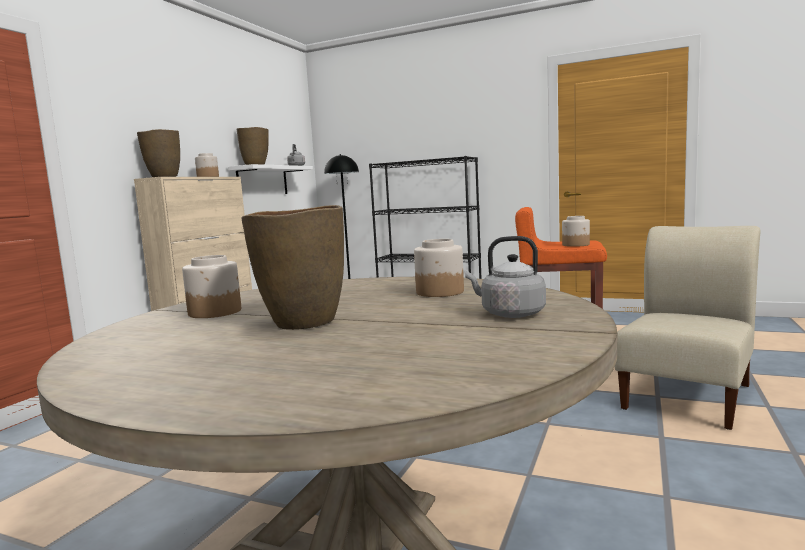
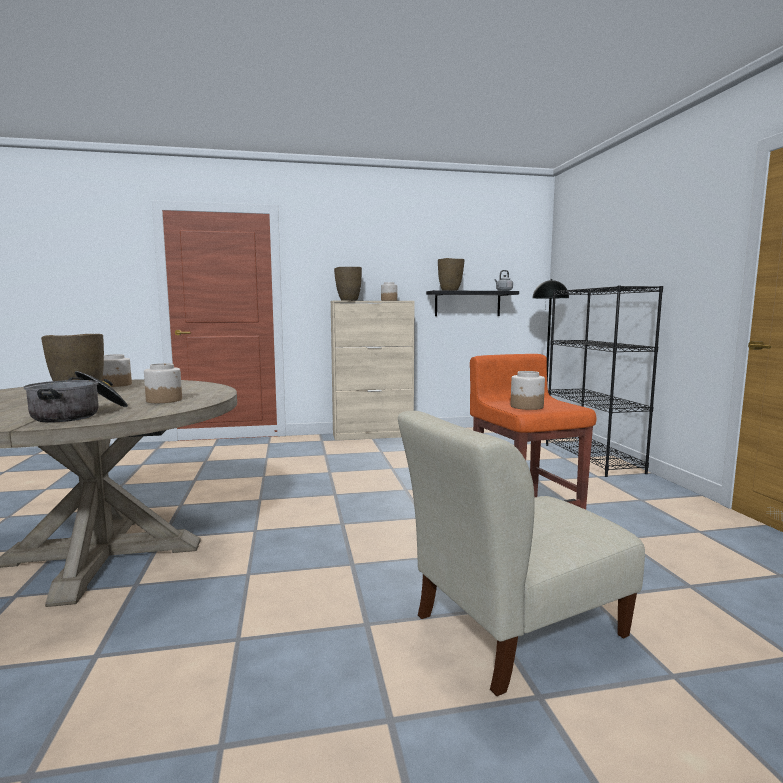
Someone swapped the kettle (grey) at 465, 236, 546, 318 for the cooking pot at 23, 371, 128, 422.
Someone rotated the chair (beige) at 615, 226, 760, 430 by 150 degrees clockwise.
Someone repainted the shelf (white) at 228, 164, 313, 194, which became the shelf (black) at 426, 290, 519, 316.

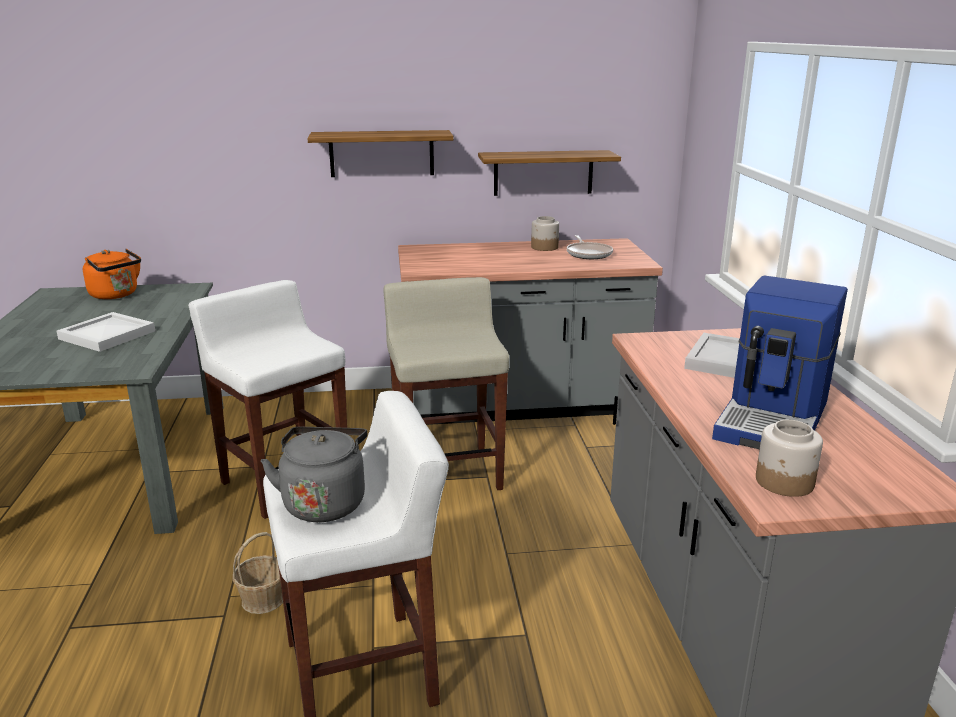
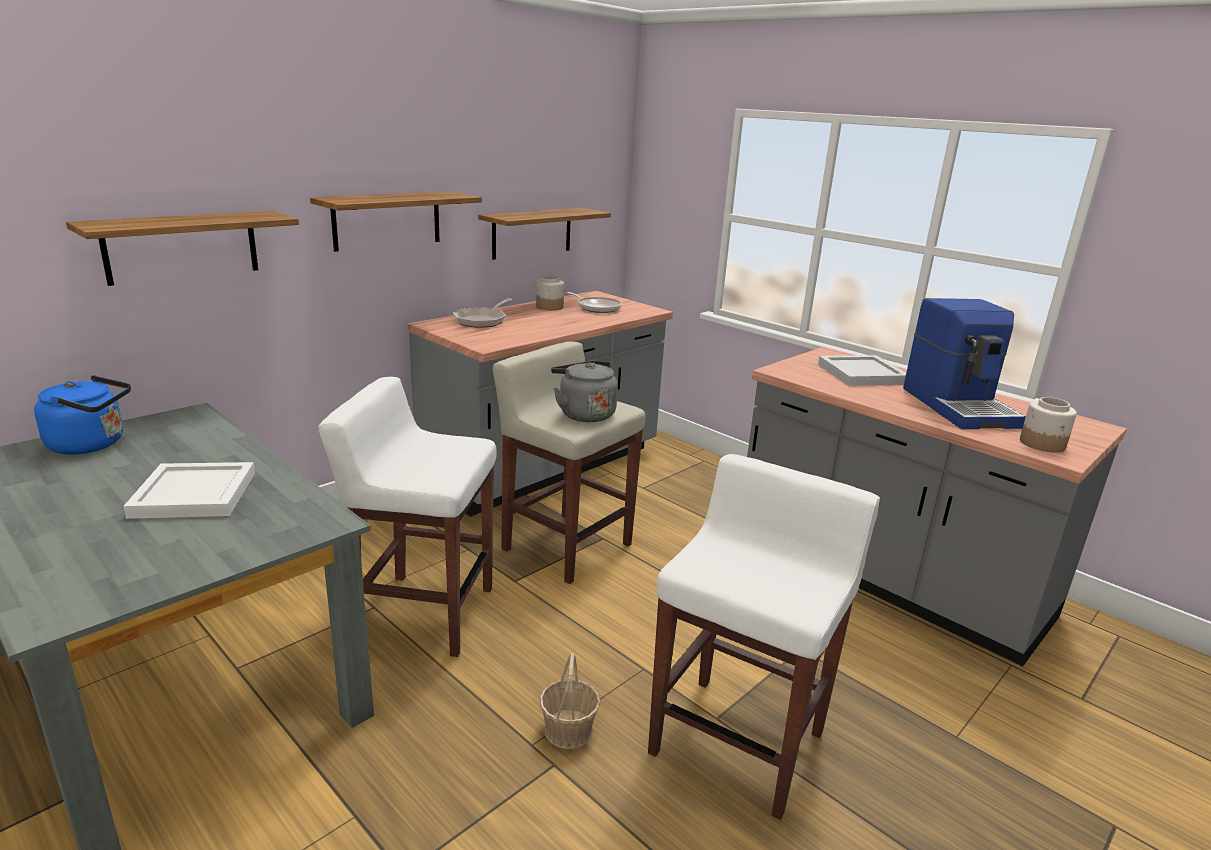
Someone repainted the kettle (orange) at 83, 249, 141, 299, which became the kettle (blue) at 34, 375, 131, 455.
Someone put up the shelf at 66, 211, 299, 286.
Someone put down the frying pan at 453, 298, 513, 328.
Someone carried the kettle (grey) from 261, 427, 367, 522 to 551, 361, 618, 422.

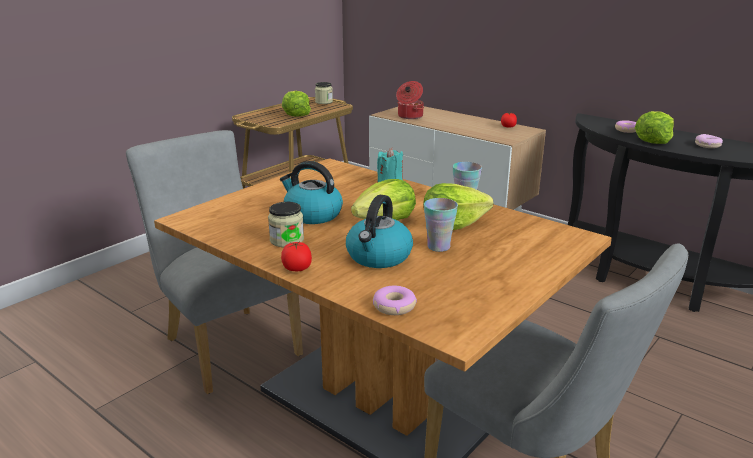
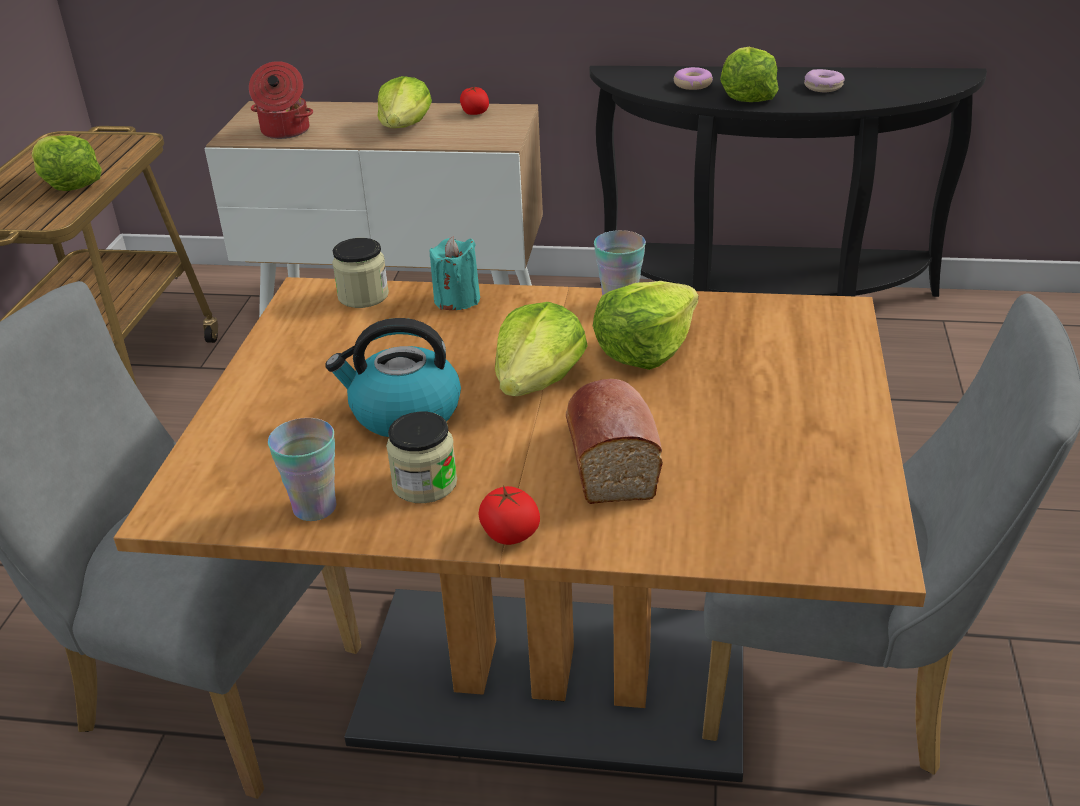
Someone carried the cup from 424, 198, 458, 252 to 268, 418, 337, 521.
Someone carried the jar from 315, 82, 333, 104 to 332, 238, 389, 308.
Someone put down the lettuce at 377, 76, 432, 128.
Someone swapped the kettle at 346, 195, 413, 268 for the bread at 566, 379, 663, 504.
Someone took away the donut at 373, 286, 417, 315.

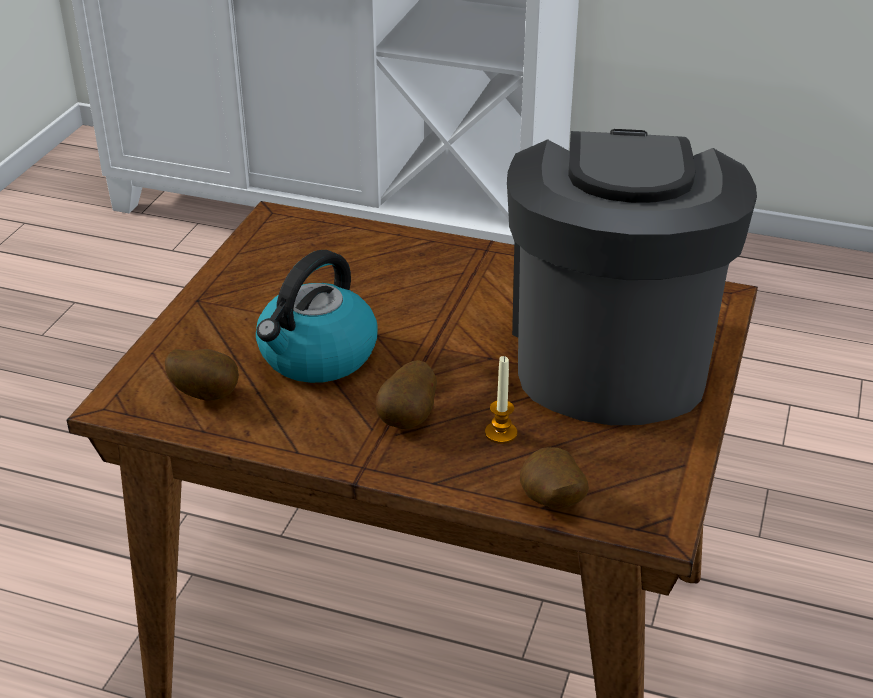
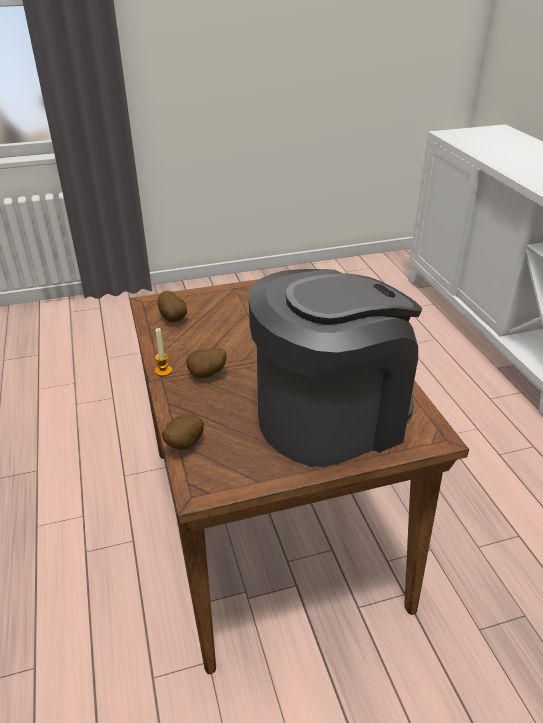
Someone carried the candle from 485, 356, 517, 444 to 155, 328, 172, 376.
Someone took away the kettle at 256, 250, 377, 383.

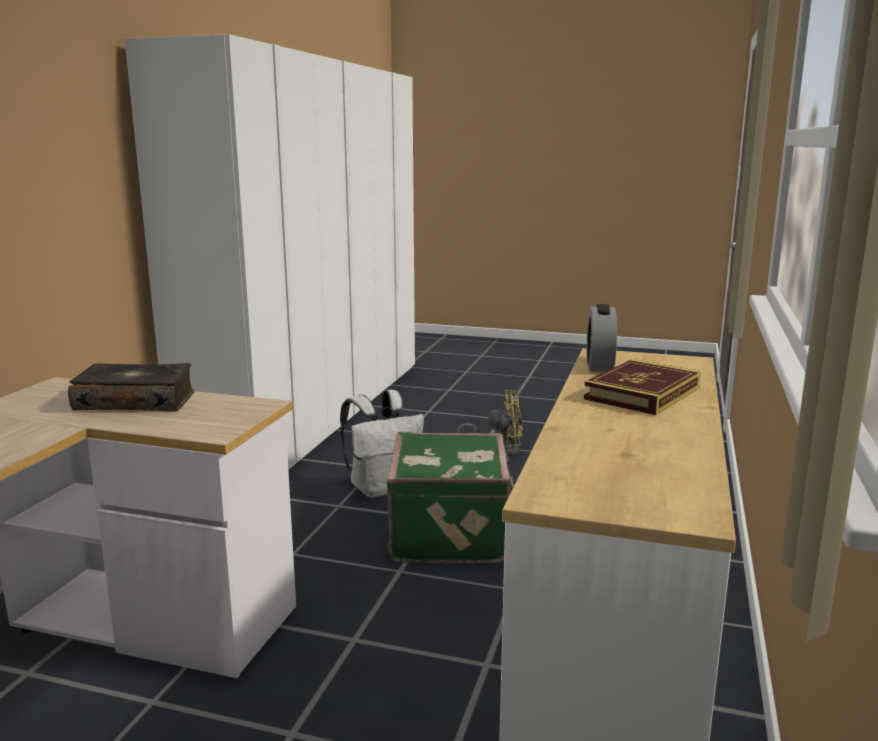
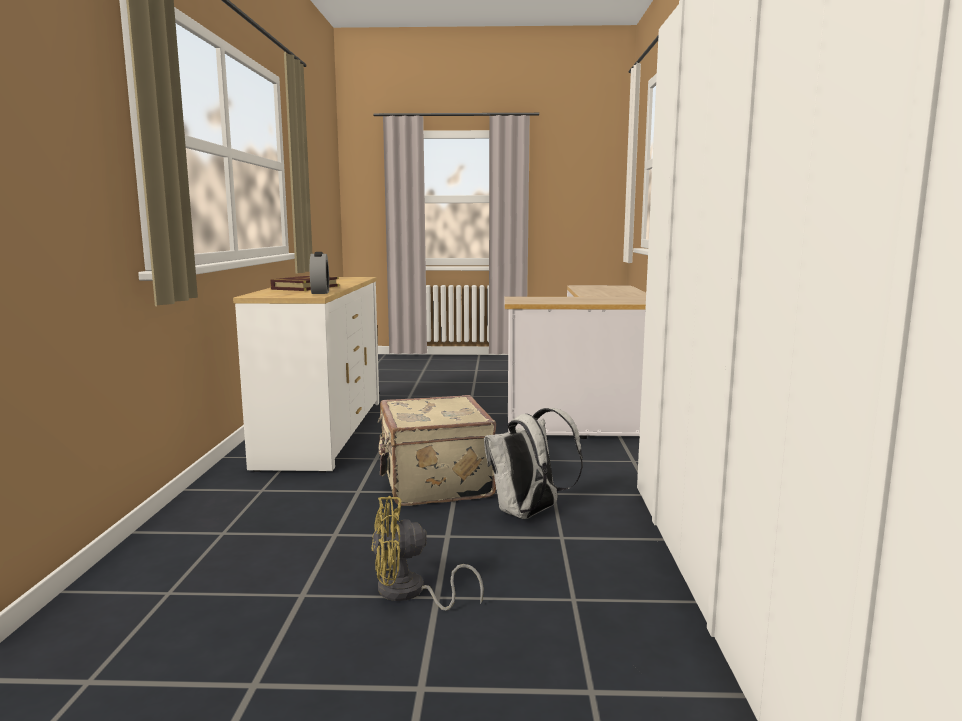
Someone repainted the suitcase (green) at 387, 432, 513, 563, which became the suitcase (beige) at 377, 395, 496, 506.
Someone took away the book at 68, 363, 194, 412.

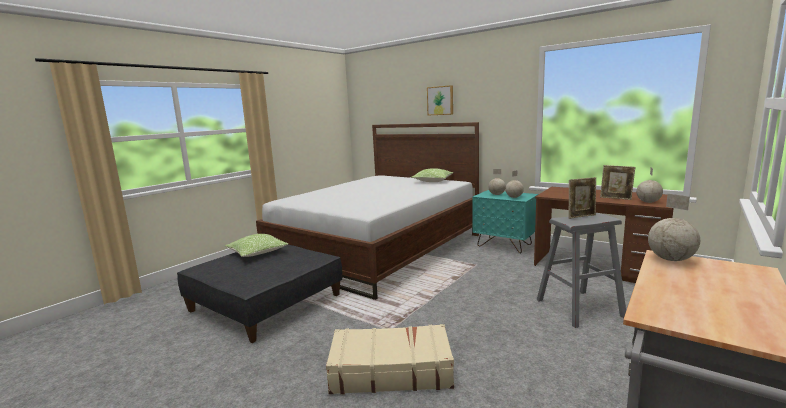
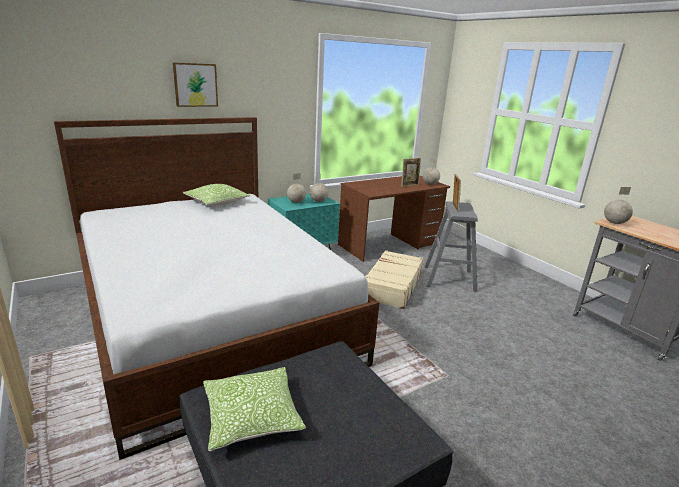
Someone carried the suitcase (beige) from 326, 324, 454, 395 to 365, 250, 423, 309.

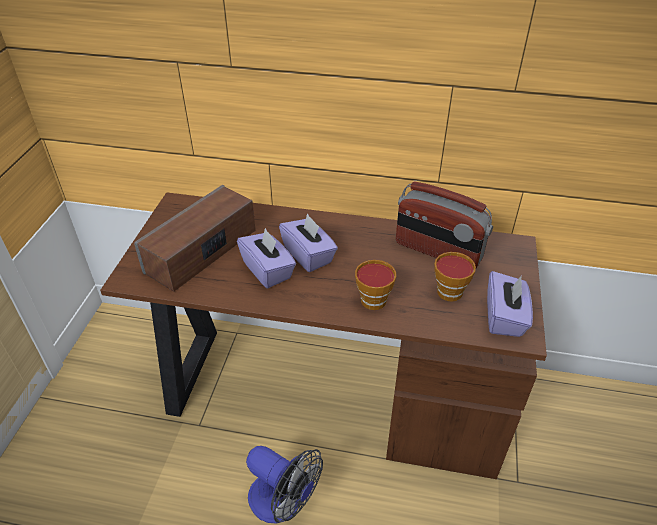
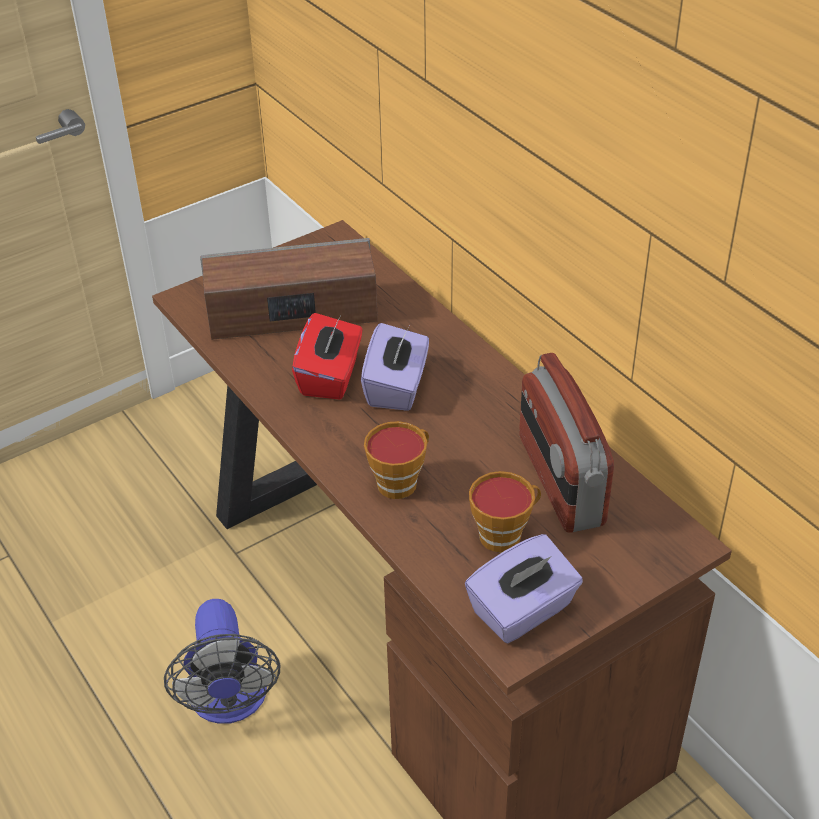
Someone repainted the tissue box (purple) at 237, 228, 296, 288, which became the tissue box (red) at 292, 313, 363, 399.

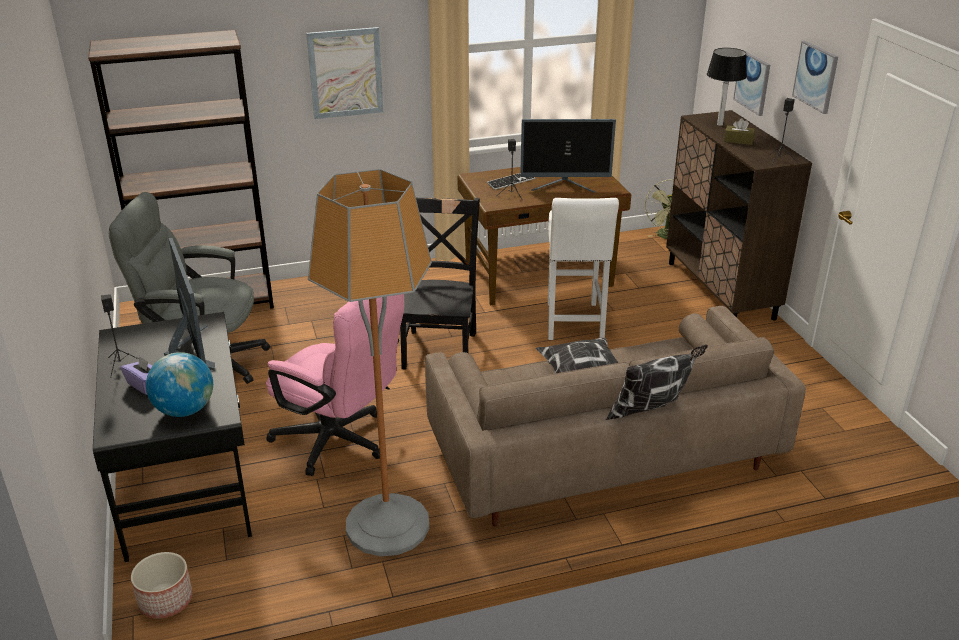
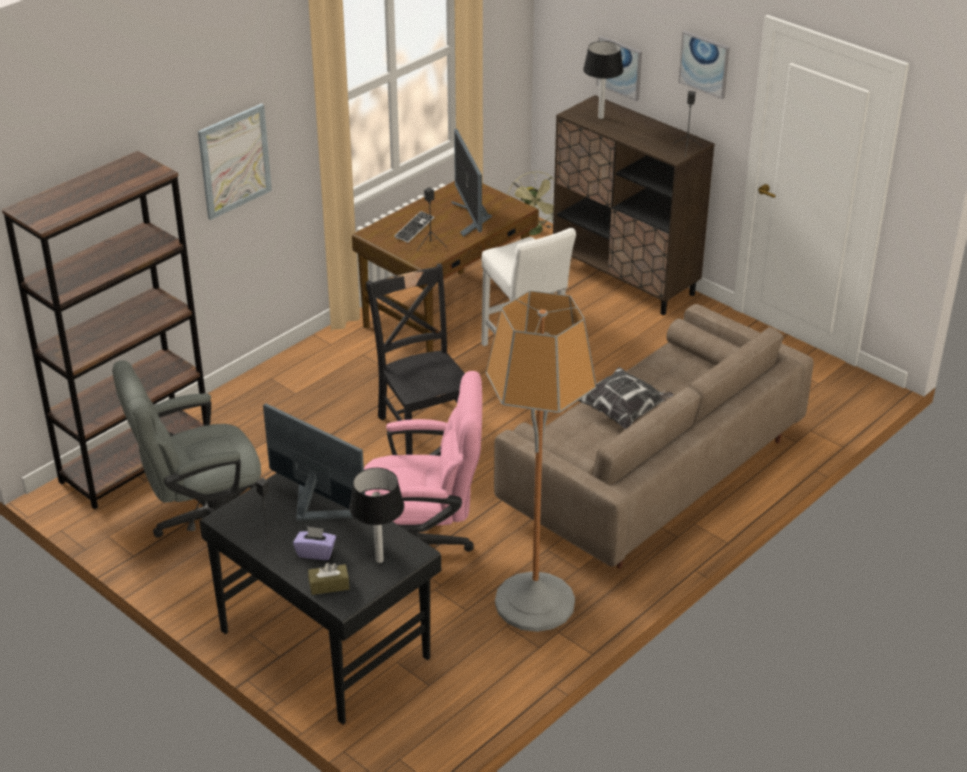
Someone carried the tissue box (brown) from 724, 118, 755, 145 to 308, 562, 349, 595.
Someone swapped the globe at 146, 352, 213, 417 for the table lamp at 349, 468, 404, 563.
Someone rotated the monitor at 520, 119, 616, 193 by 105 degrees clockwise.
Someone took away the planter at 131, 552, 193, 619.
Someone took away the pillow at 606, 345, 708, 420.

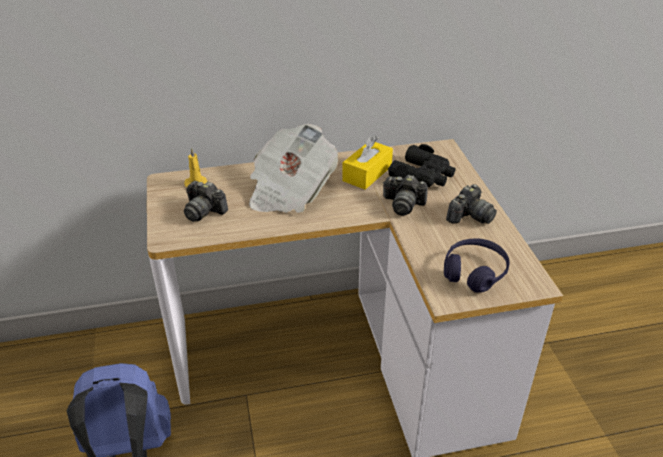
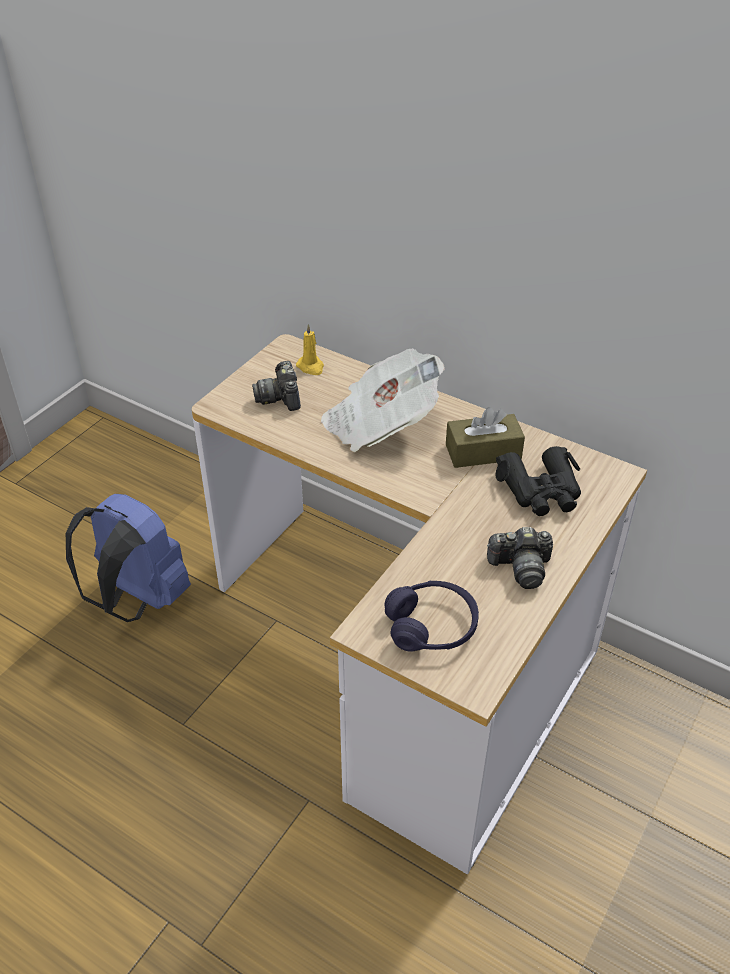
Someone repainted the tissue box (yellow) at 342, 135, 393, 190, which became the tissue box (brown) at 446, 407, 525, 468.
Someone took away the photo camera at 383, 175, 428, 216.

